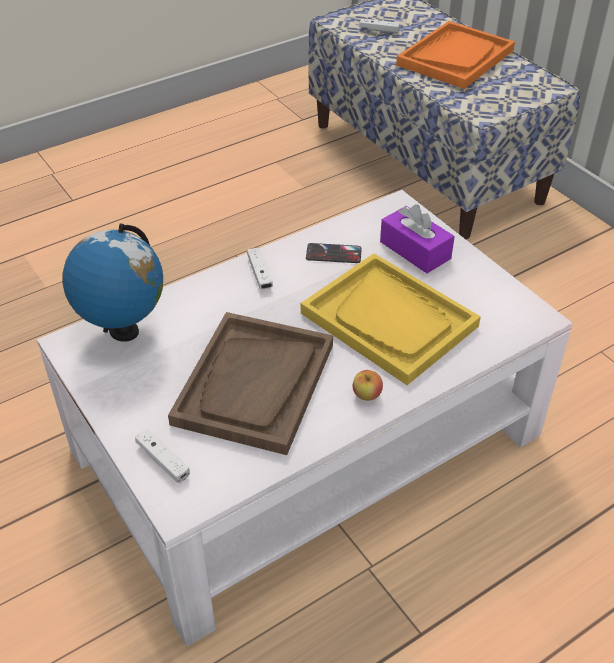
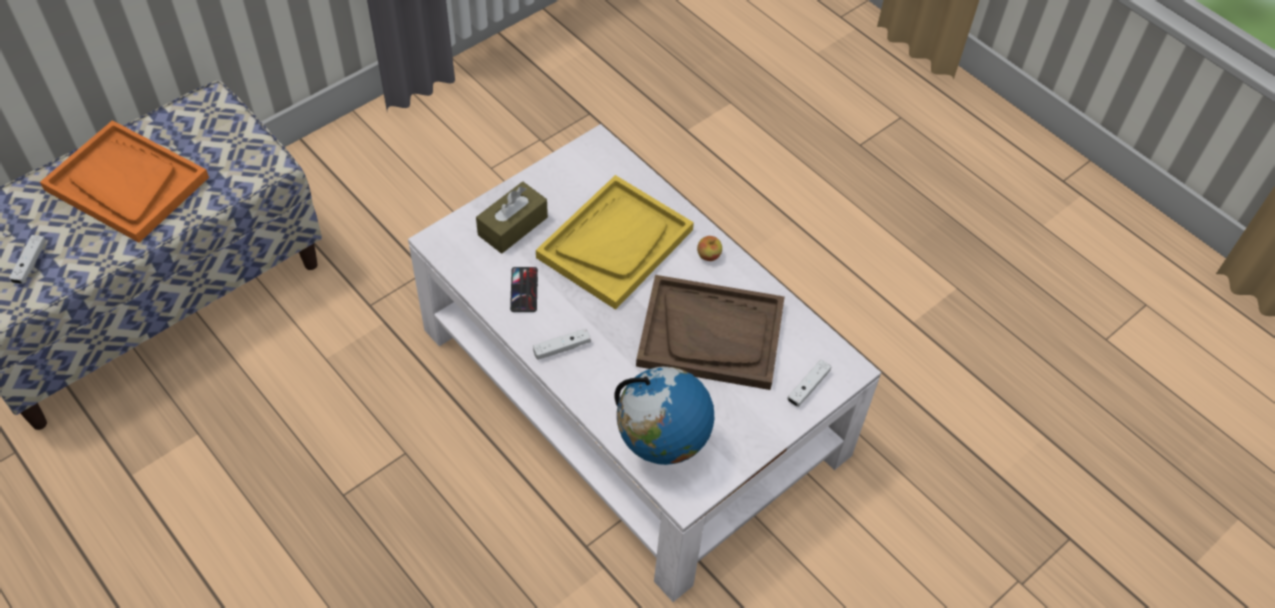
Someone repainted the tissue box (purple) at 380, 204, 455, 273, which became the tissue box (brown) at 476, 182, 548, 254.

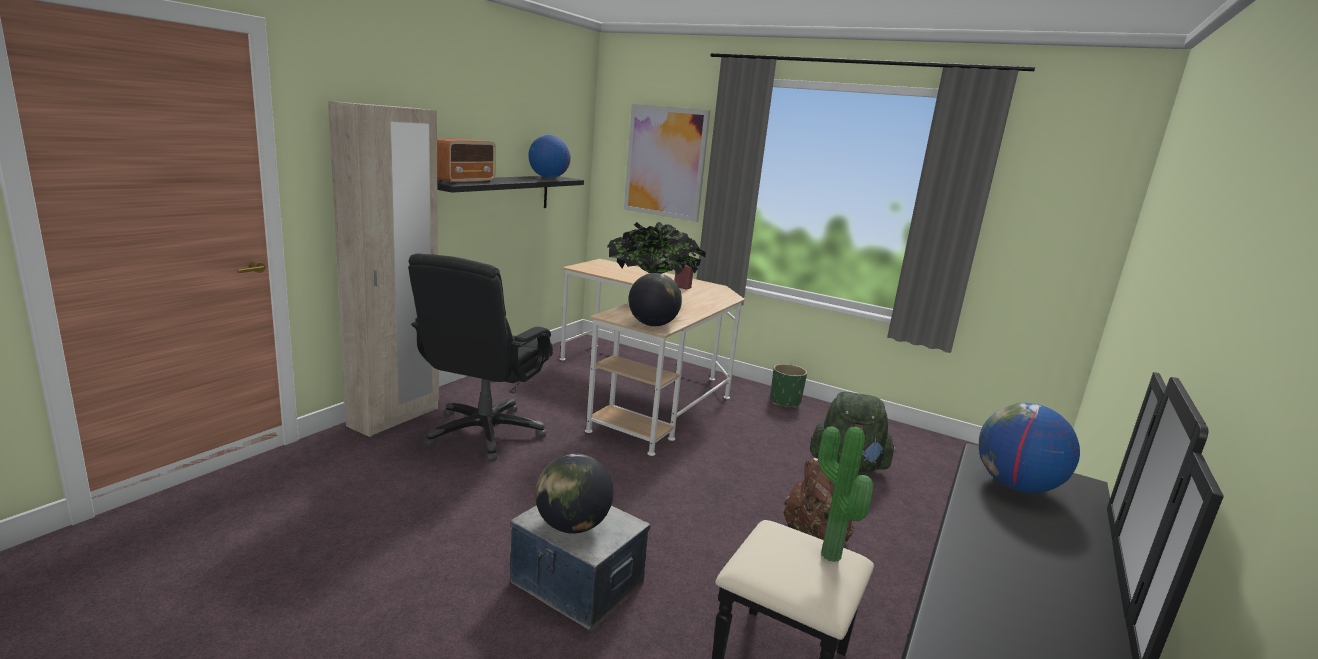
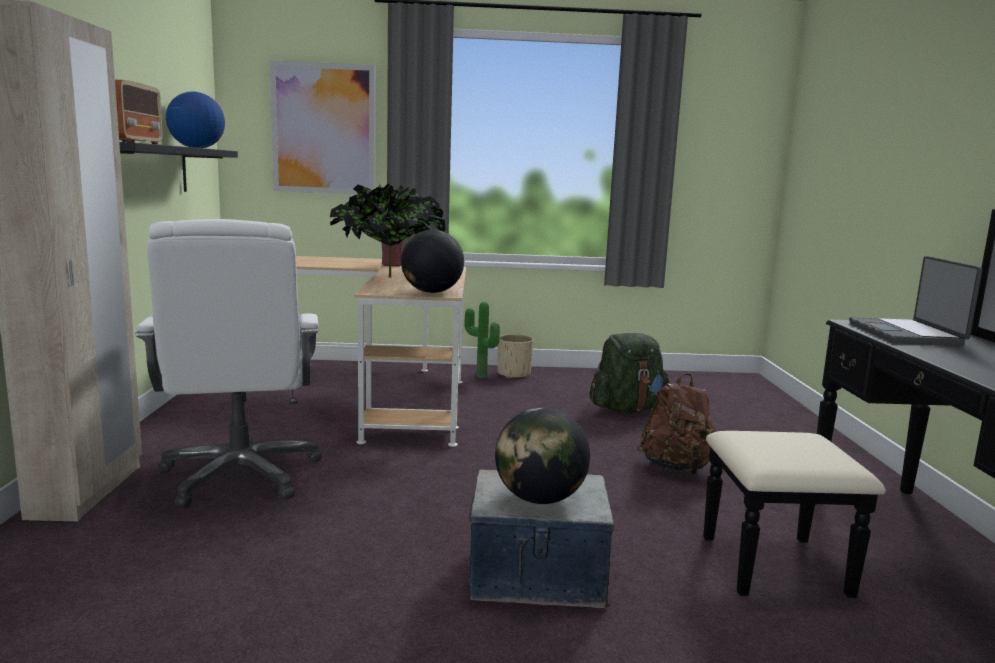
Someone repainted the office chair (black) at 408, 254, 553, 461, which became the office chair (white) at 135, 219, 322, 508.
Someone carried the potted plant from 818, 427, 874, 562 to 464, 302, 500, 378.
Someone repainted the planter (green) at 770, 364, 807, 408, which became the planter (beige) at 497, 334, 534, 378.
Someone swapped the globe at 979, 403, 1080, 493 for the laptop at 849, 256, 983, 346.

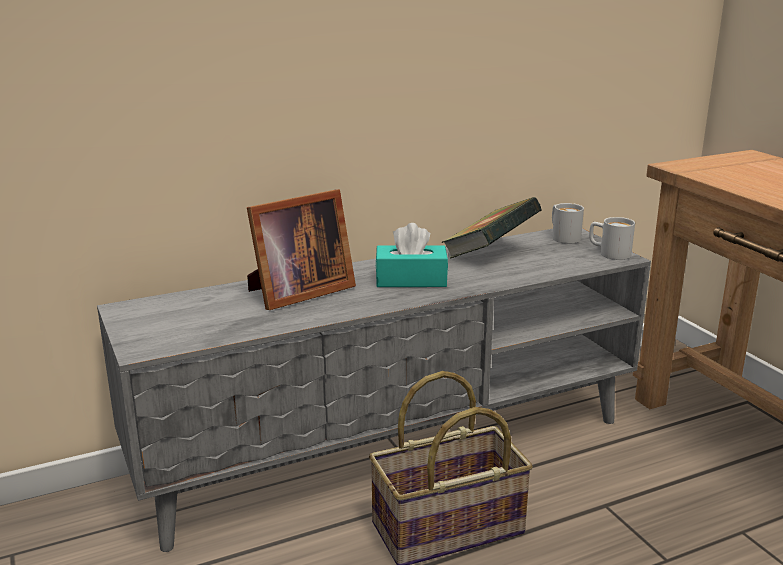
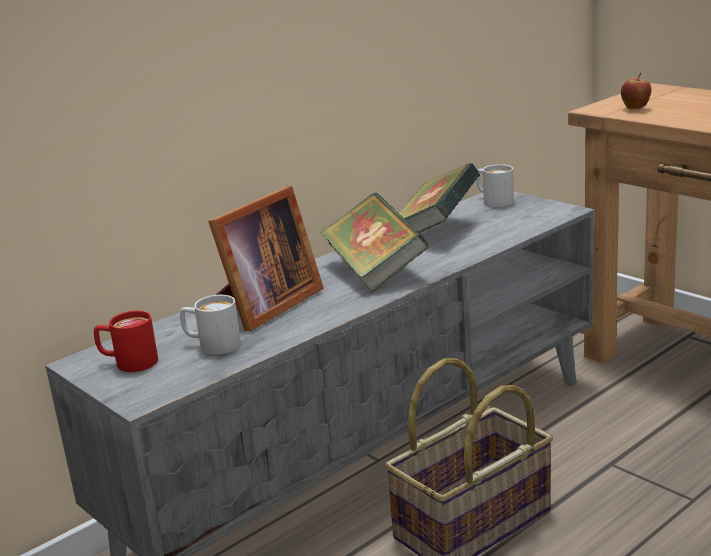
Someone put down the mug (red) at 94, 311, 158, 372.
Someone carried the mug (white) from 589, 217, 635, 260 to 180, 295, 241, 355.
Someone swapped the tissue box (turquoise) at 375, 223, 448, 287 for the book at 321, 193, 429, 292.
Someone put down the apple at 621, 73, 651, 110.

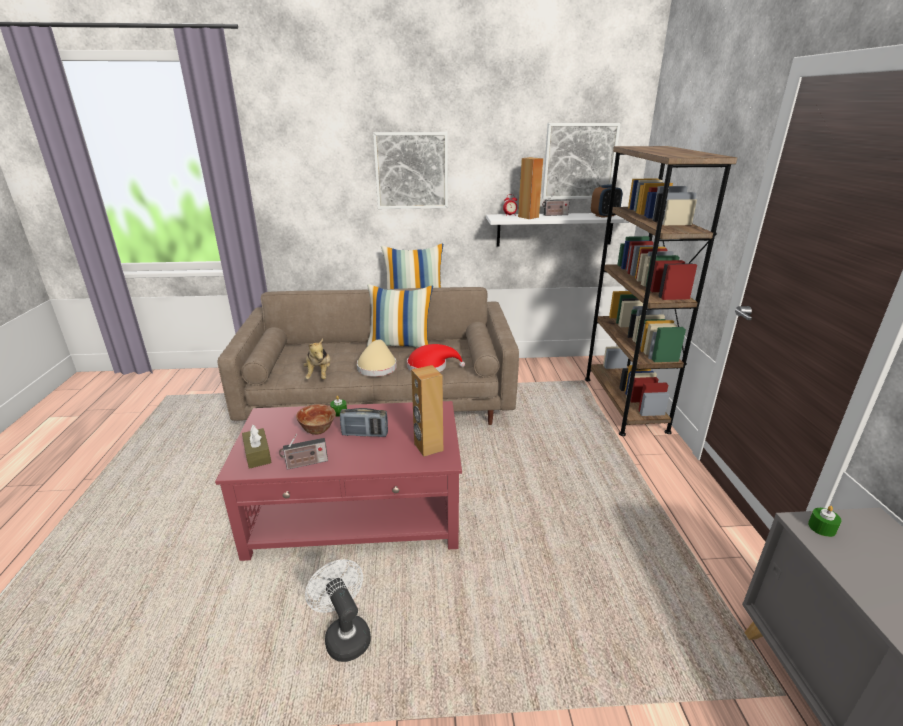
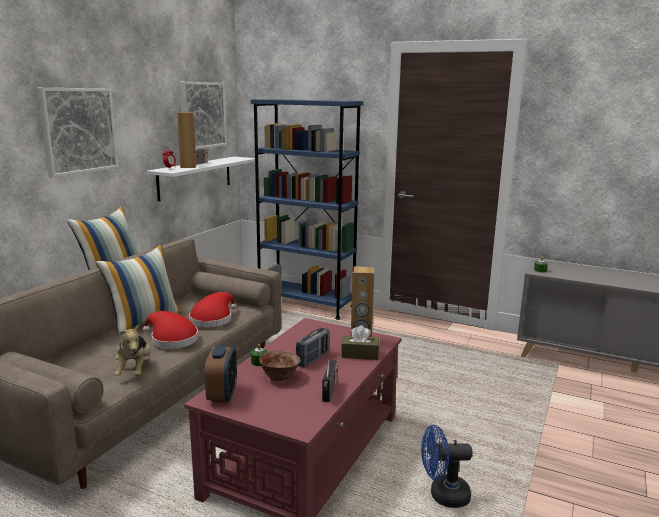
Someone rotated the plush toy at 303, 339, 331, 379 by 60 degrees clockwise.
Someone repainted the hat (beige) at 357, 339, 397, 377, which became the hat (red) at 143, 311, 198, 349.
Someone carried the alarm clock from 591, 184, 623, 218 to 205, 345, 237, 402.
Someone repainted the bookcase (brown) at 585, 146, 737, 436, which became the bookcase (blue) at 251, 99, 363, 320.
Someone carried the tissue box (brown) from 242, 425, 272, 469 to 341, 325, 379, 360.
Someone repainted the fan (white) at 305, 559, 371, 662, which became the fan (blue) at 421, 425, 473, 508.

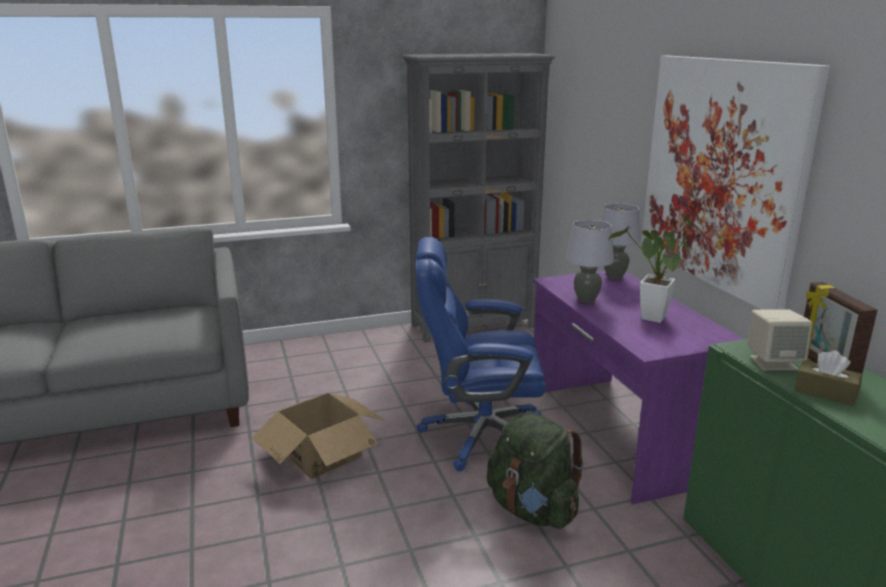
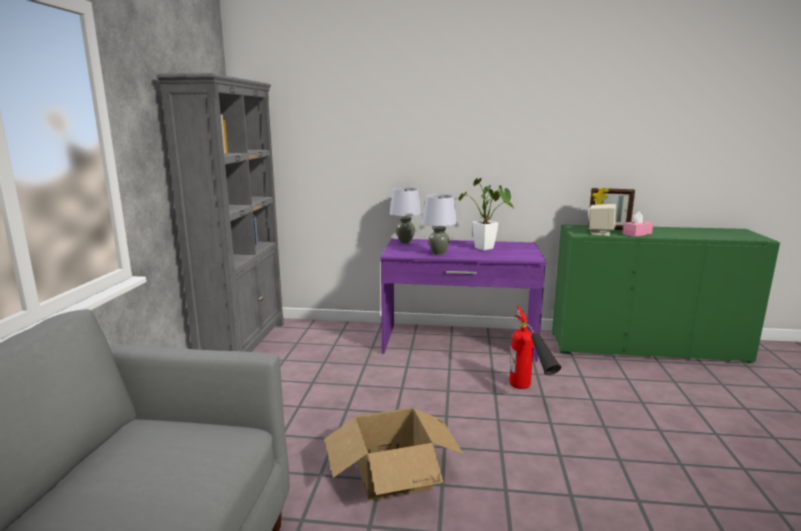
Someone swapped the backpack (green) at 487, 412, 584, 529 for the fire extinguisher at 509, 306, 561, 389.
Someone repainted the tissue box (brown) at 795, 350, 863, 406, which became the tissue box (pink) at 623, 211, 653, 237.
Someone took away the office chair (blue) at 415, 237, 546, 471.
Someone took away the picture at 641, 56, 830, 310.

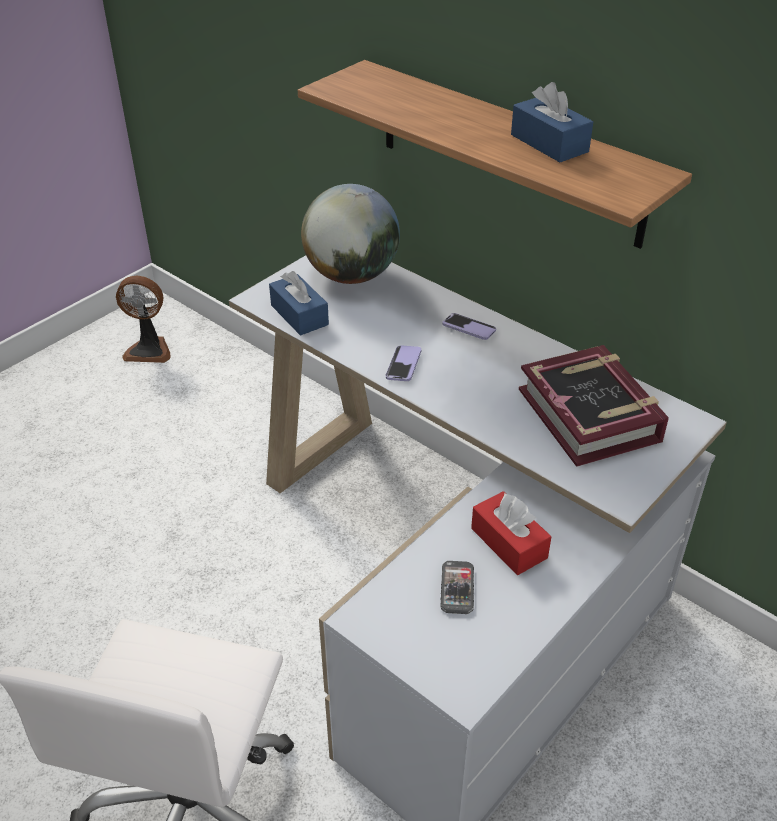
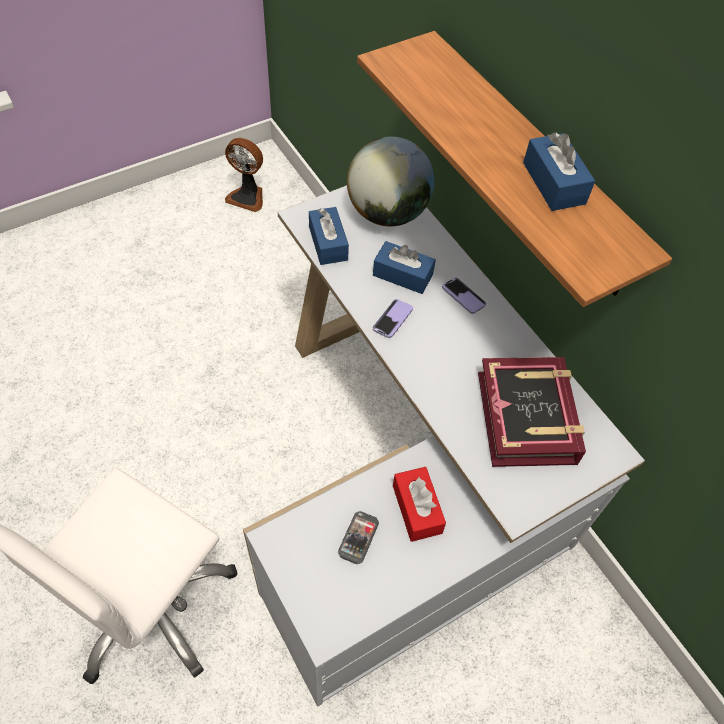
Someone put down the tissue box (blue) at 373, 241, 436, 294.

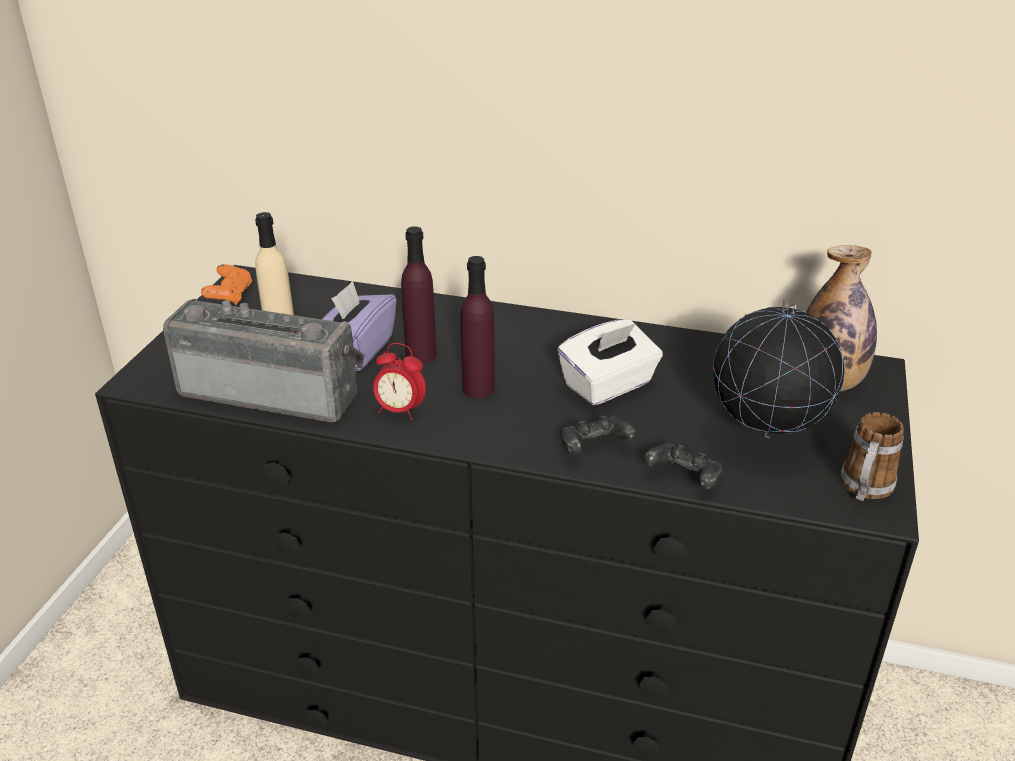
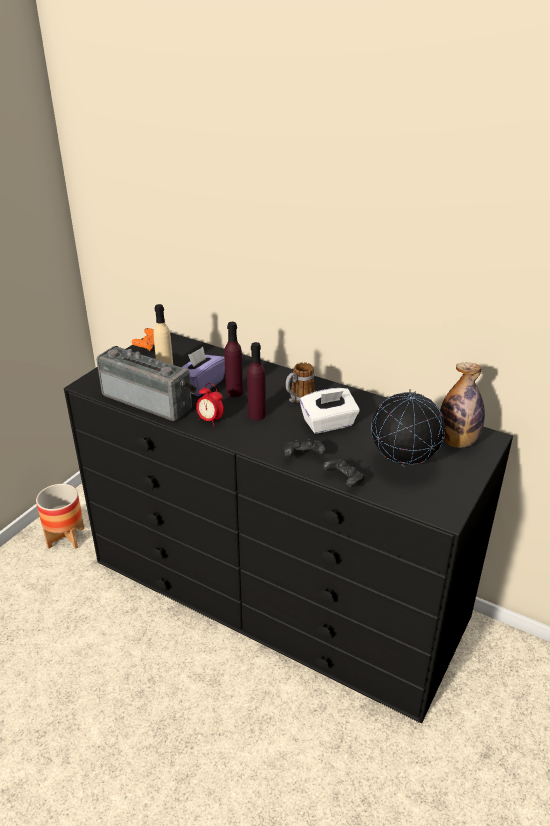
Someone put down the planter at 36, 484, 84, 549.
Someone carried the mug from 841, 412, 904, 501 to 286, 362, 315, 403.

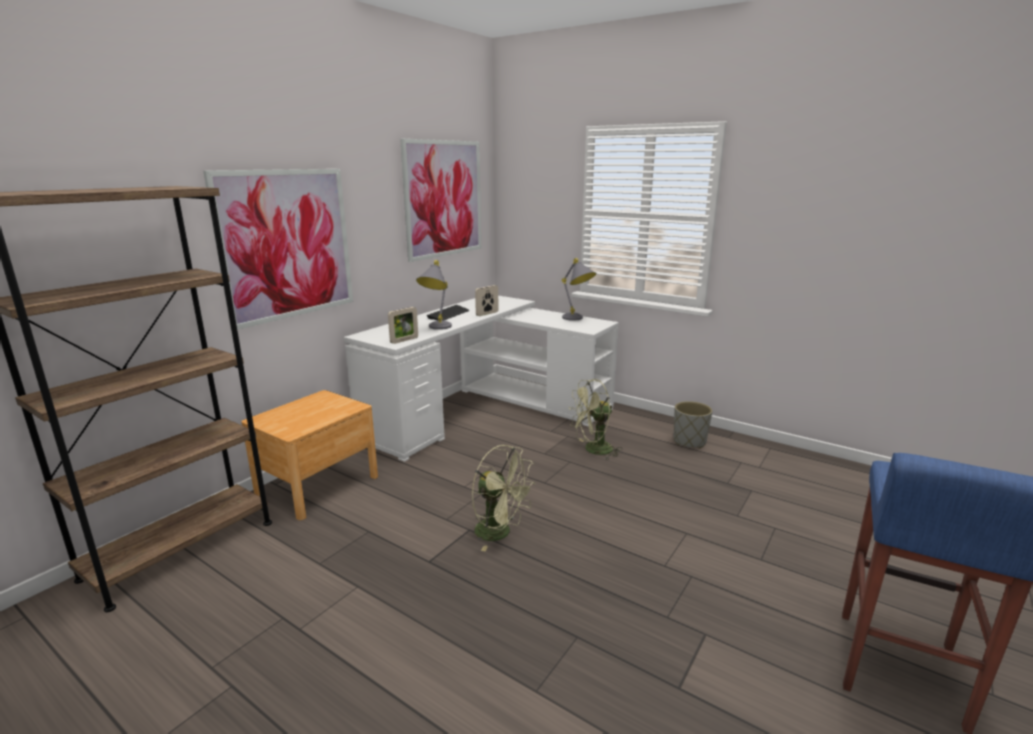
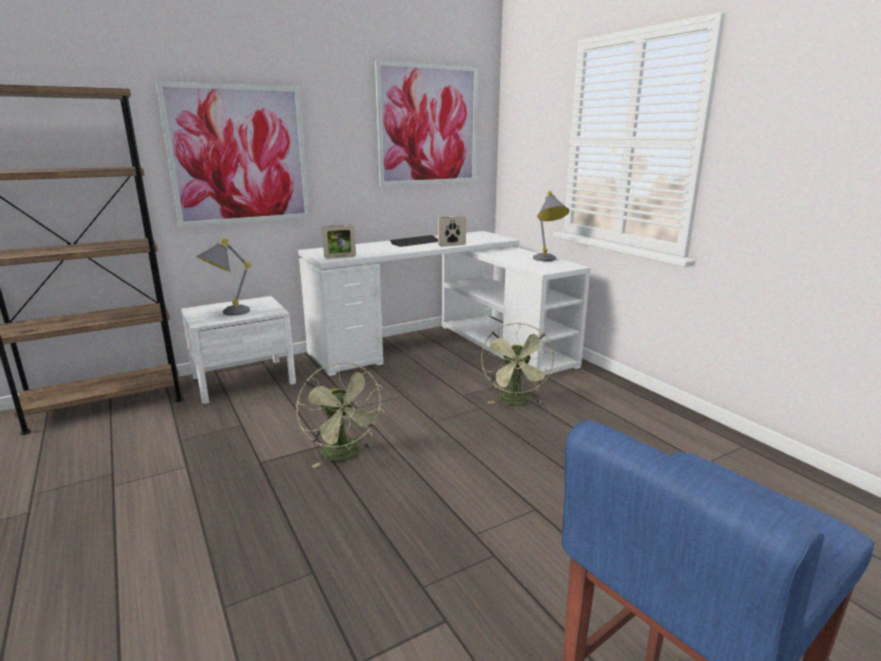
Someone repainted the nightstand (brown) at 241, 390, 378, 520, which became the nightstand (white) at 181, 296, 296, 404.
Someone carried the table lamp (grey) from 416, 260, 452, 330 to 196, 238, 251, 316.
Someone rotated the fan (green) at 569, 379, 623, 460 by 90 degrees counterclockwise.
Someone took away the planter (grey) at 674, 401, 712, 448.

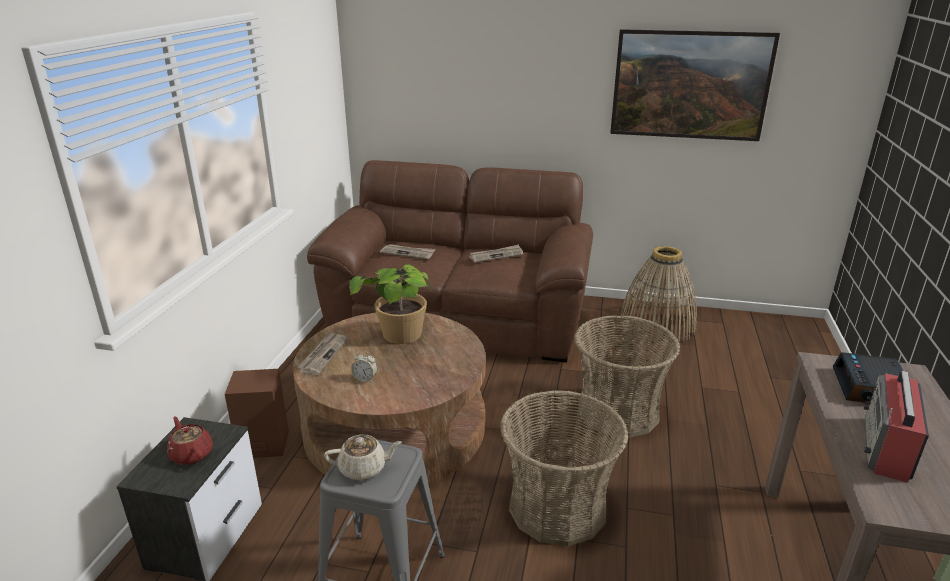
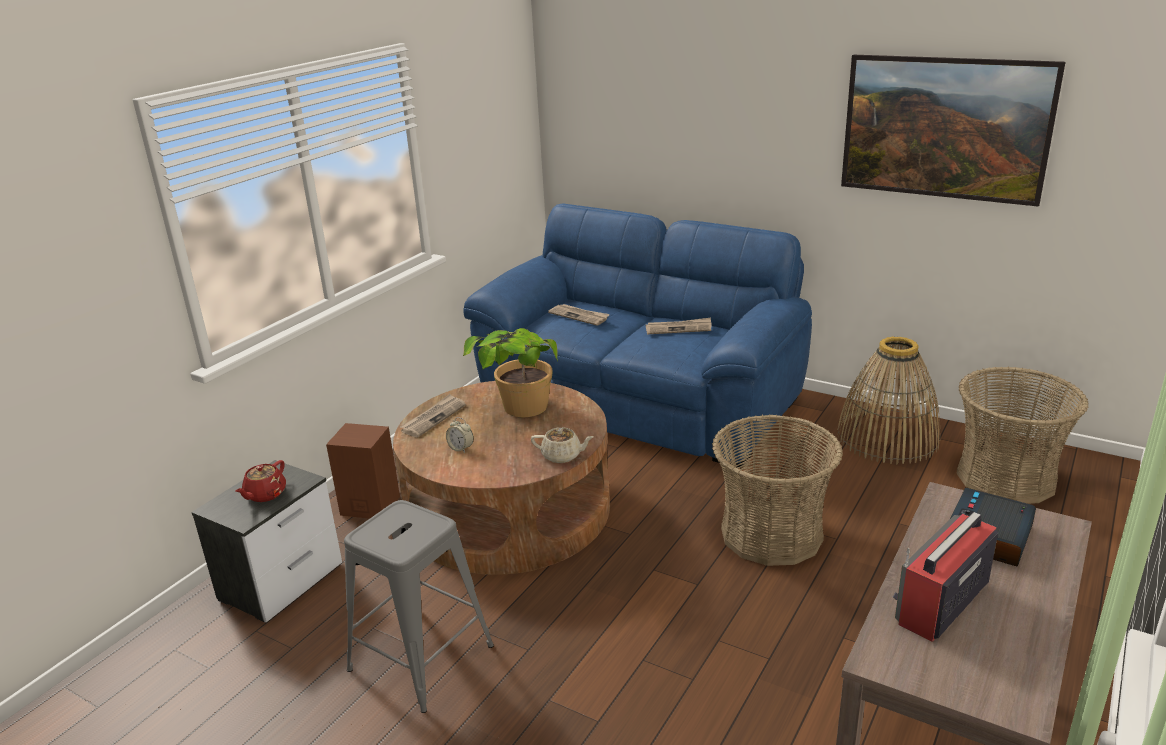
Someone rotated the teapot (red) at 167, 416, 213, 465 by 135 degrees counterclockwise.
Someone repainted the sofa (brown) at 307, 160, 593, 363, which became the sofa (blue) at 463, 204, 812, 467.
Someone carried the teapot (beige) from 324, 435, 402, 480 to 531, 427, 594, 463.
Someone carried the basket from 500, 390, 629, 546 to 956, 367, 1088, 504.

